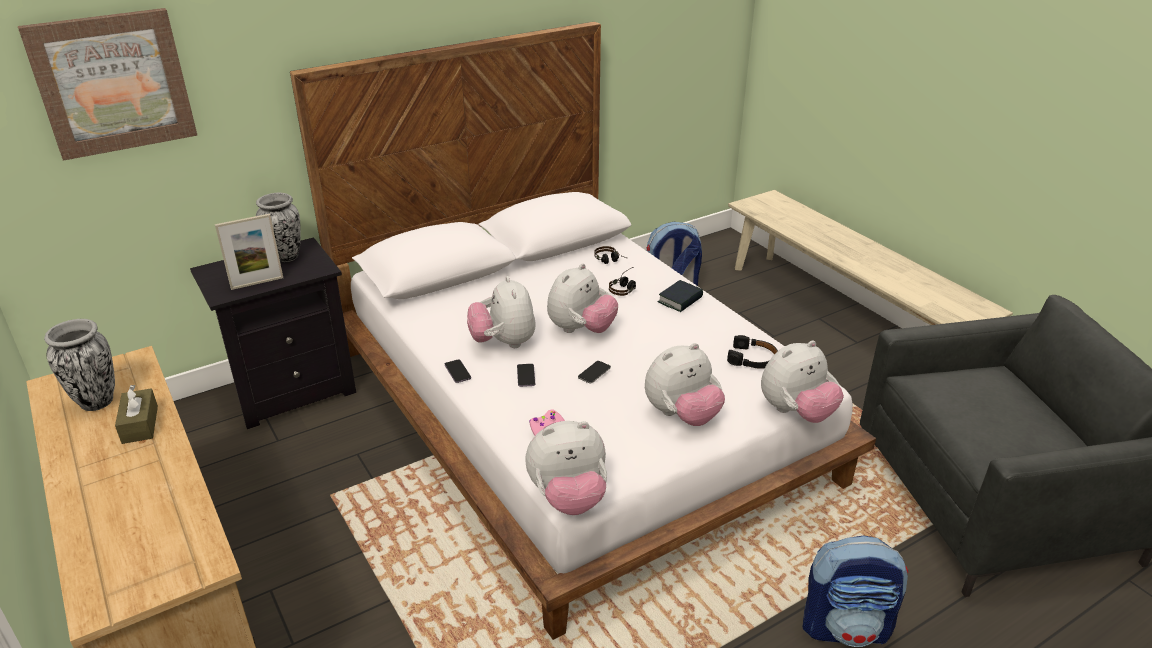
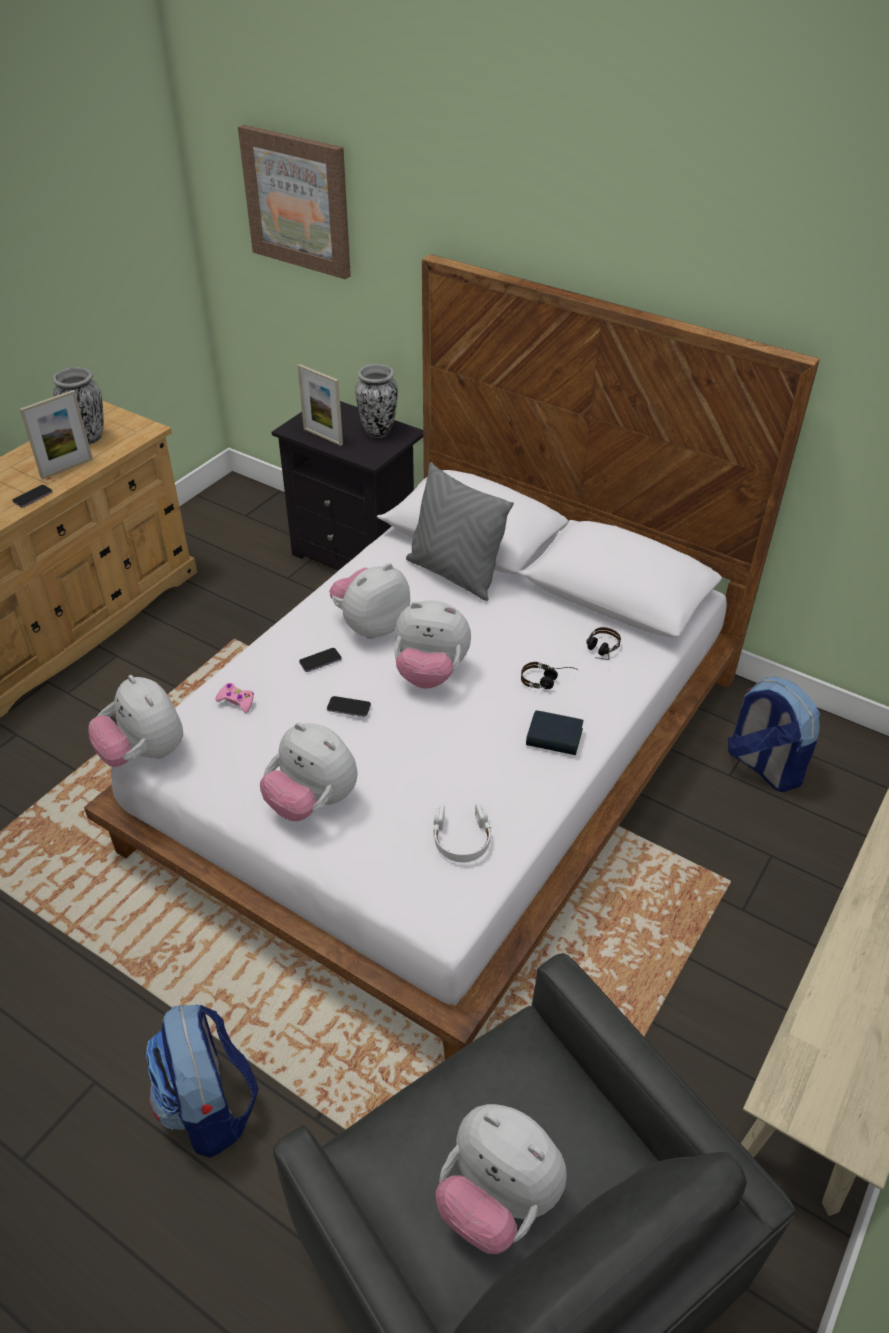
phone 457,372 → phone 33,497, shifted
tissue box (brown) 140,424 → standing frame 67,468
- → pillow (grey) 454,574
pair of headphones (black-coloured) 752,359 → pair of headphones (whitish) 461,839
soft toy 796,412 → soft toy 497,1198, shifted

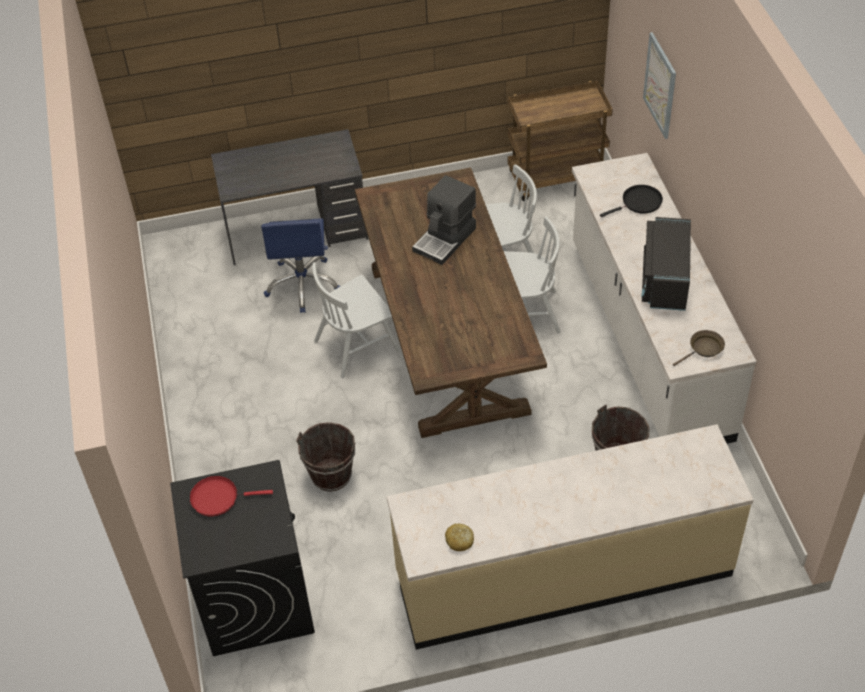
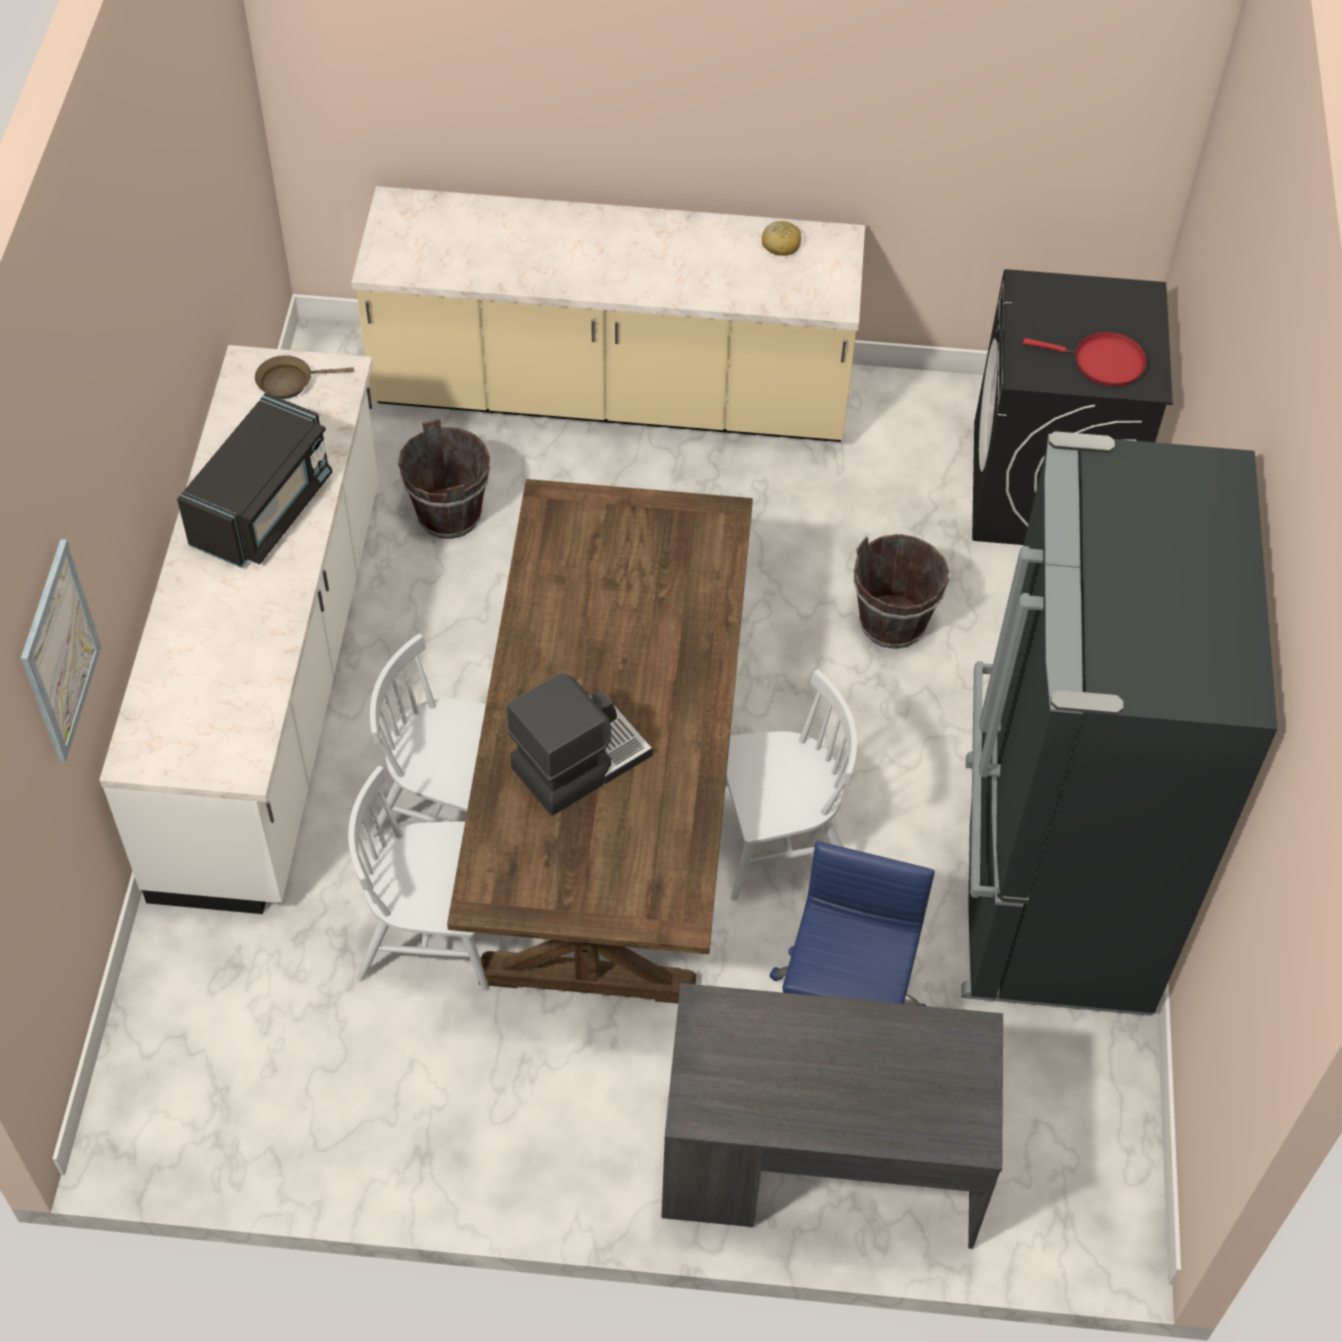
- → kitchen fridge (black-coloured) 1049,883
cart (brown) 556,177 → -
skillet (black-coloured) 639,203 → -

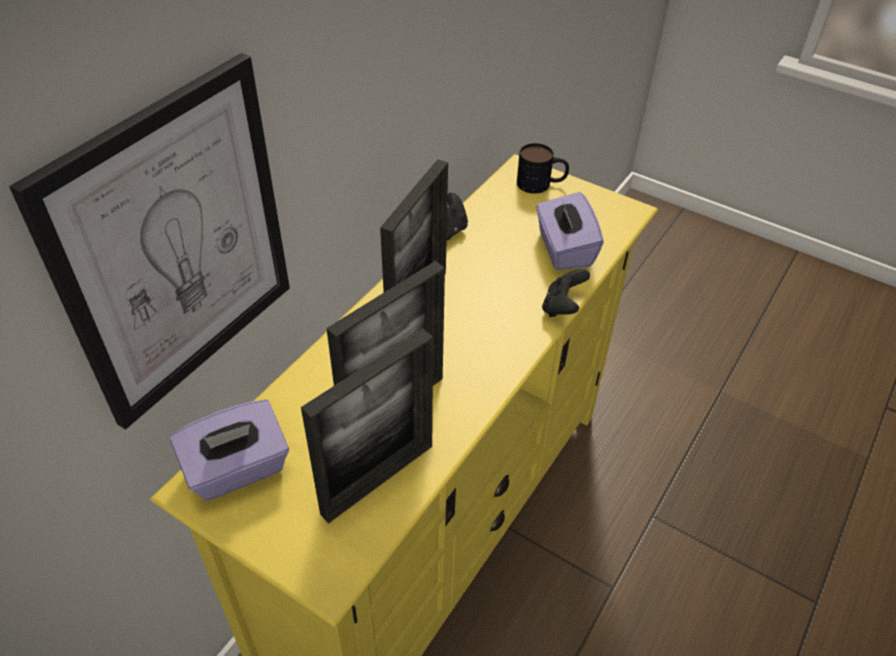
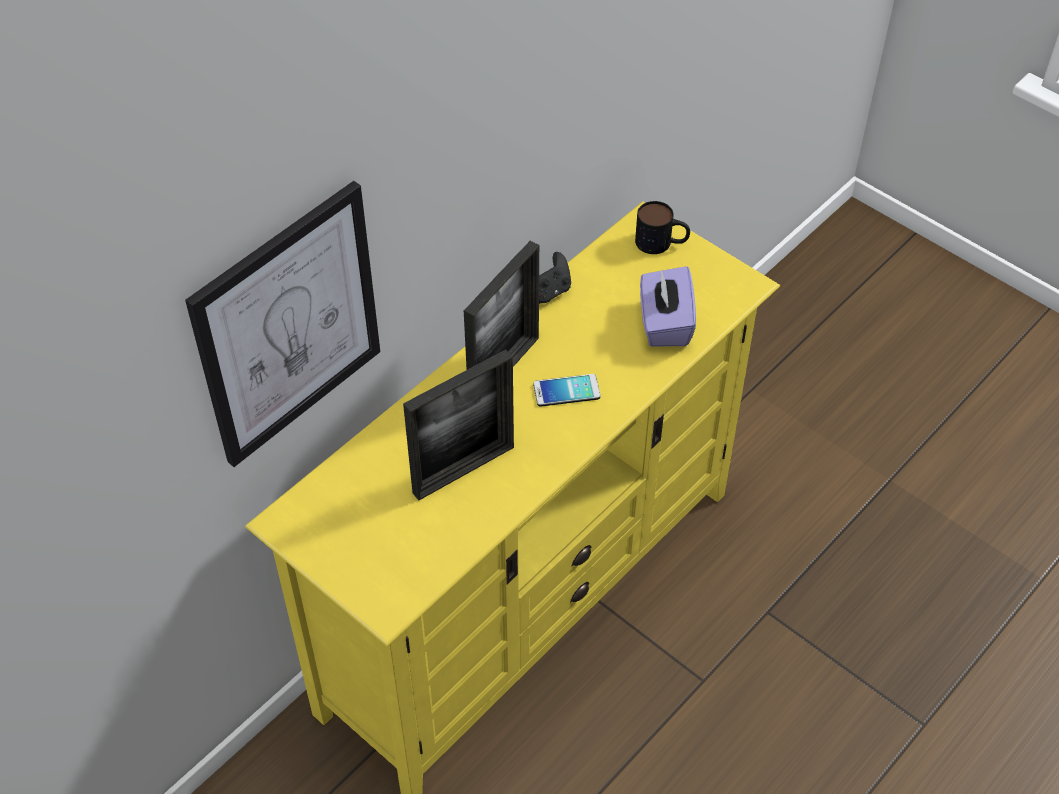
- → phone 566,391
tissue box (purple) 238,470 → -
standing frame 378,479 → -
gamepad (black-coloured) 562,307 → -

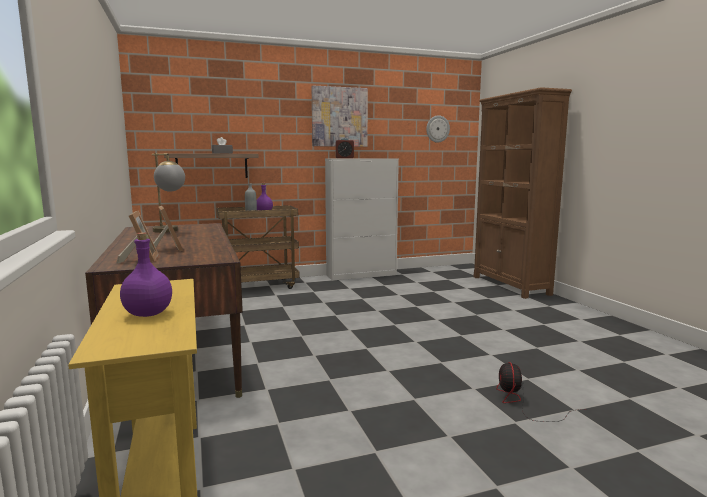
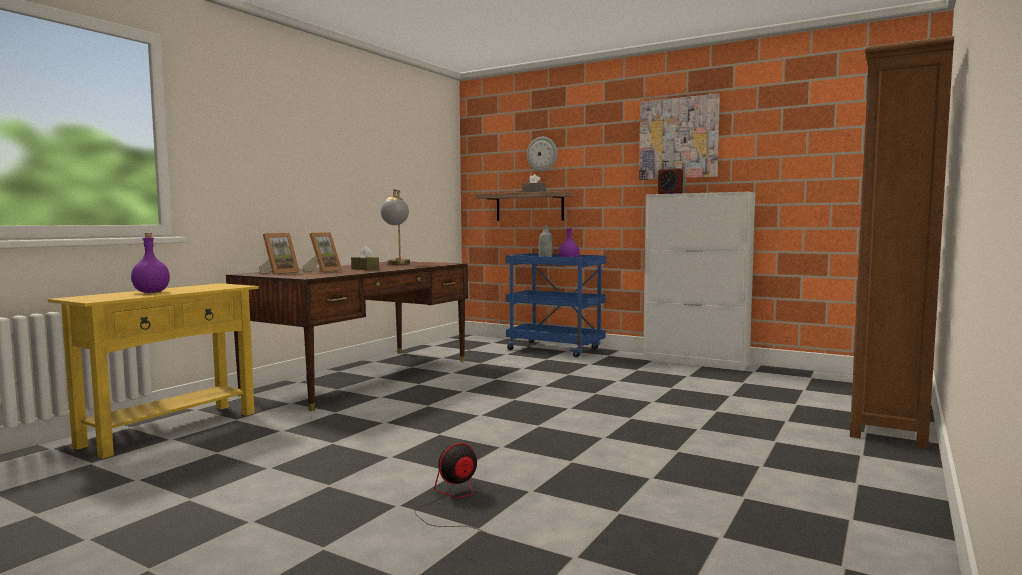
- → tissue box (brown) 365,269
cart (brown) 260,286 → cart (blue) 556,349
clock on the wall 437,129 → clock on the wall 542,154, shifted

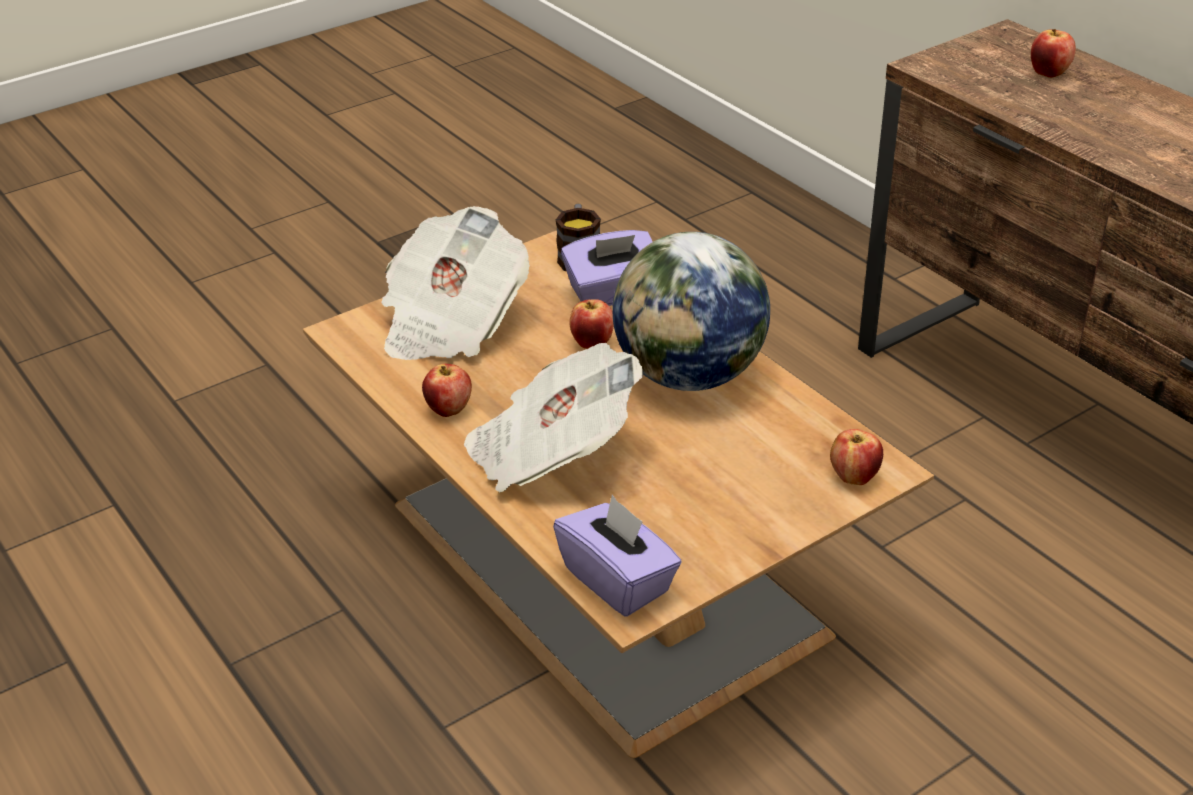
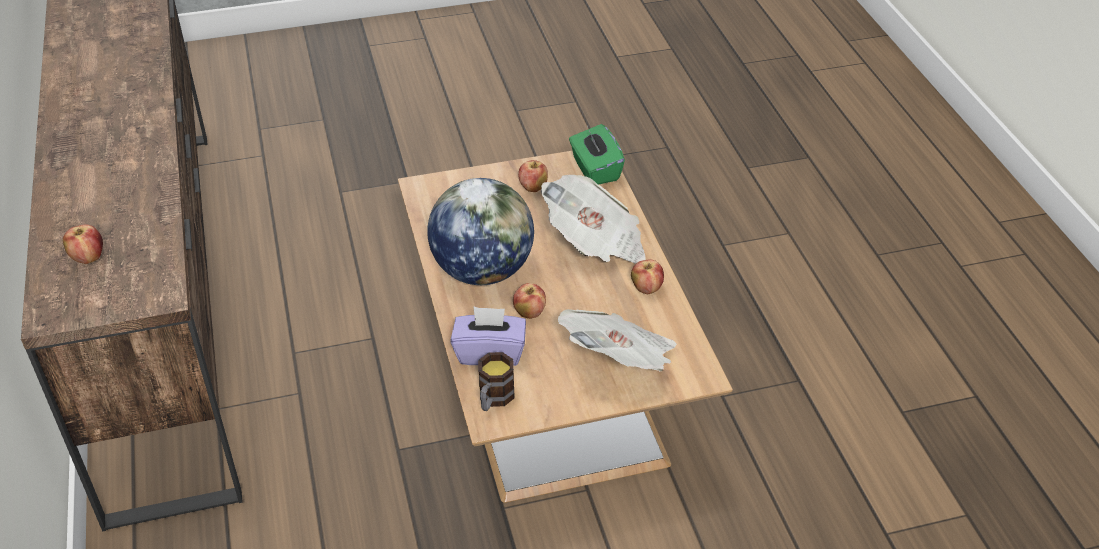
whole apple 854,477 → whole apple 533,188, shifted
tissue box (purple) 618,580 → tissue box (green) 595,170

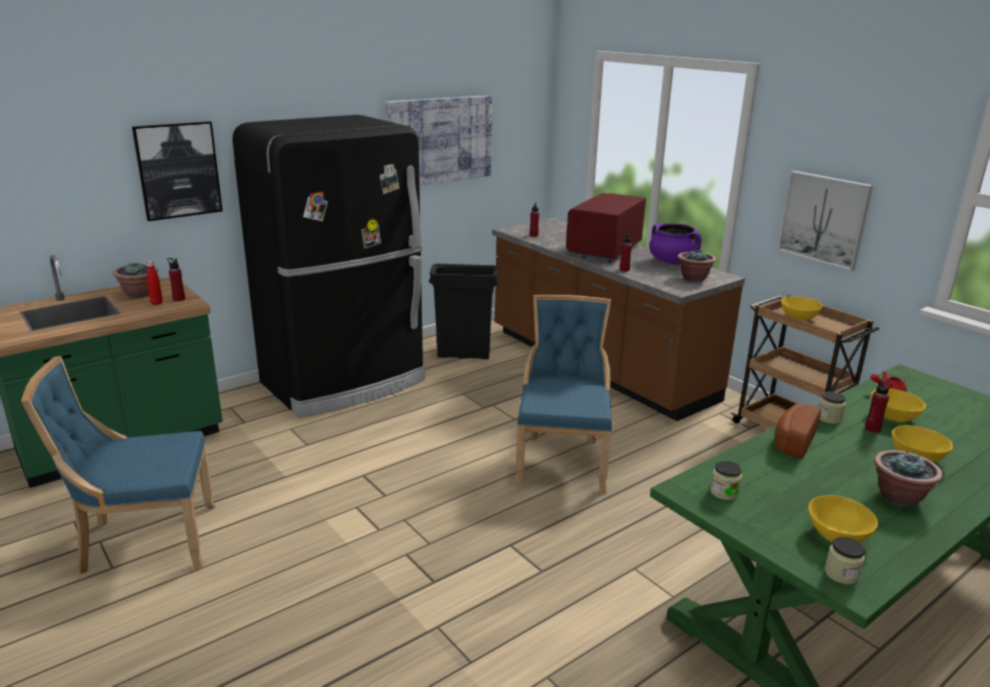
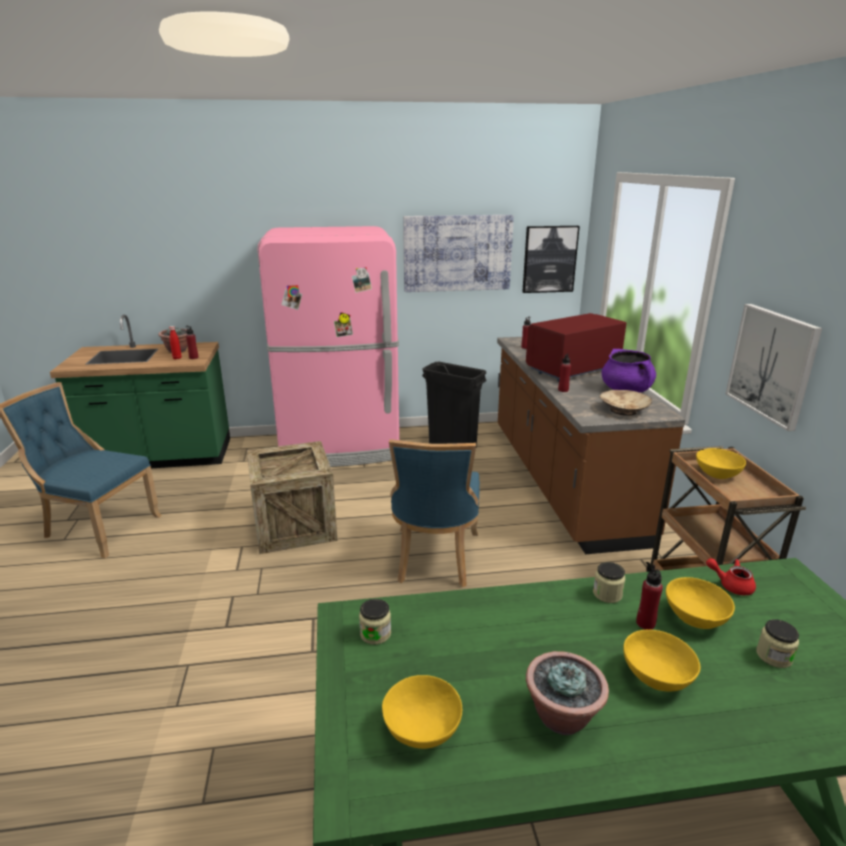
- → shipping crate 294,526
kitchen fridge (black-coloured) 345,382 → kitchen fridge (pink-coloured) 340,447
upright chair (blue) 562,461 → upright chair (blue) 435,559, 150 degrees clockwise
picture 178,170 → picture 549,259, shifted
houseplant 693,279 → serving bowl (beige) 623,410
preserve jar 841,574 → preserve jar 774,656, shifted
baked bread 792,441 → -

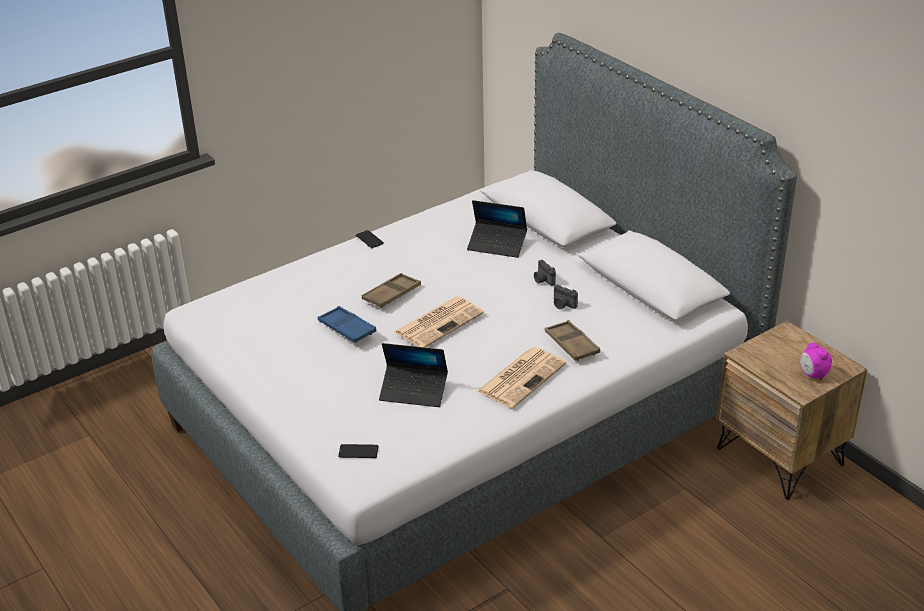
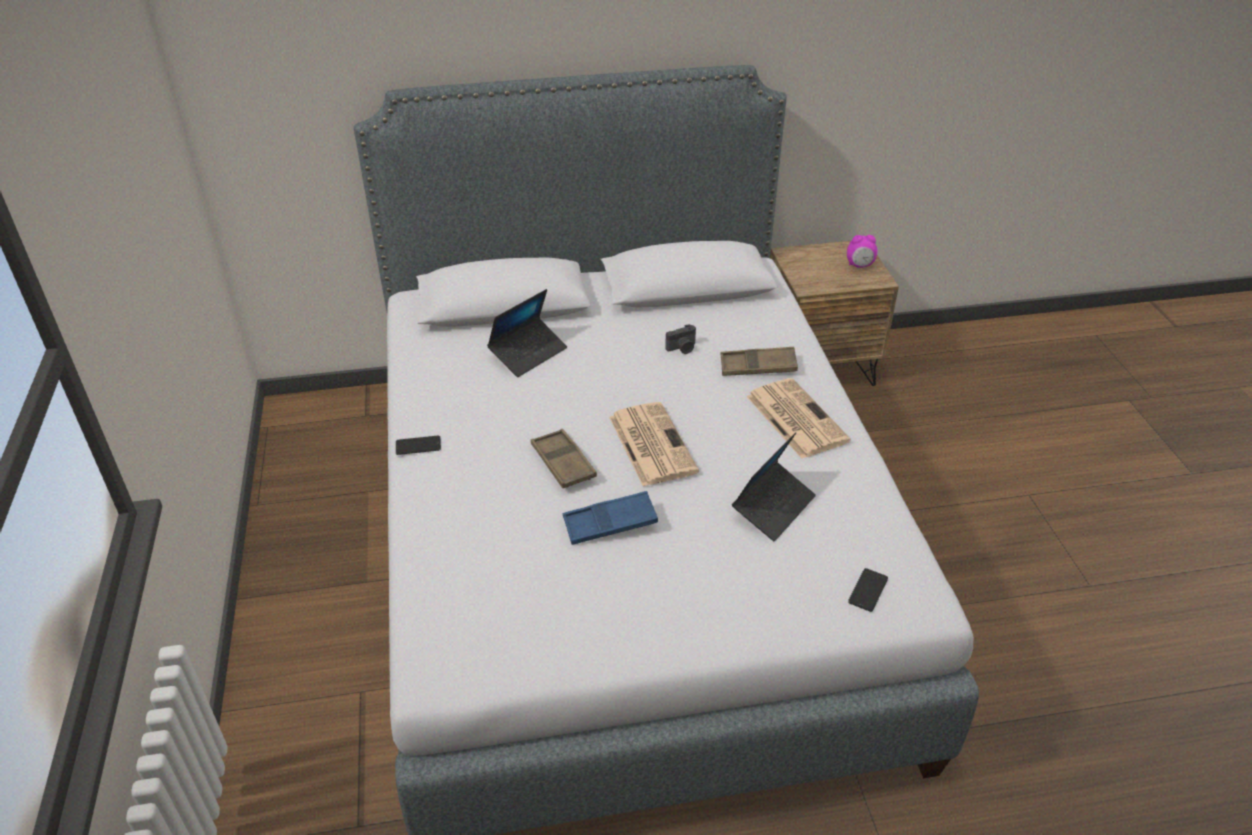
still camera 543,280 → -

